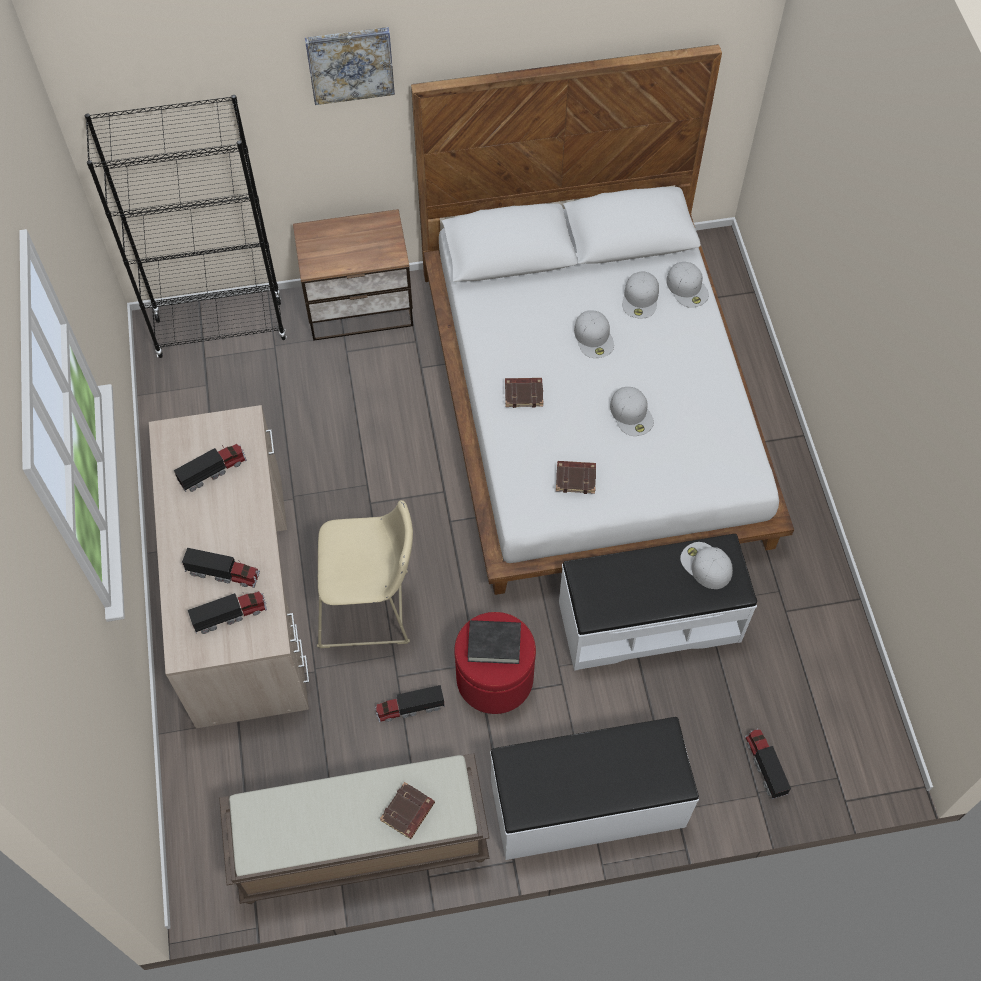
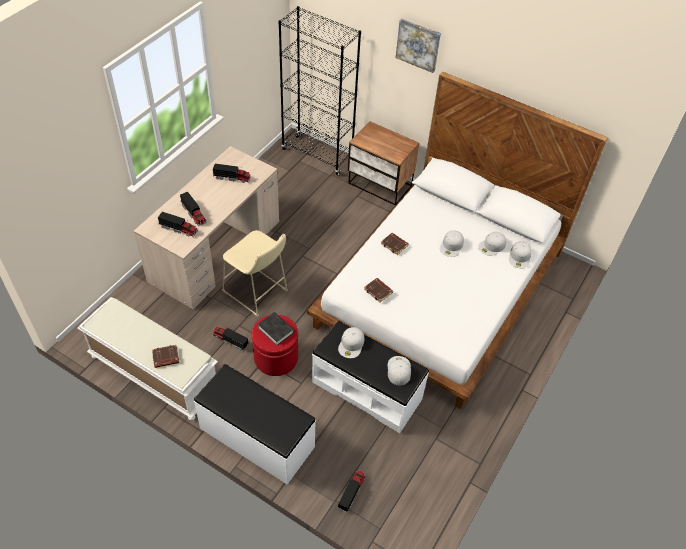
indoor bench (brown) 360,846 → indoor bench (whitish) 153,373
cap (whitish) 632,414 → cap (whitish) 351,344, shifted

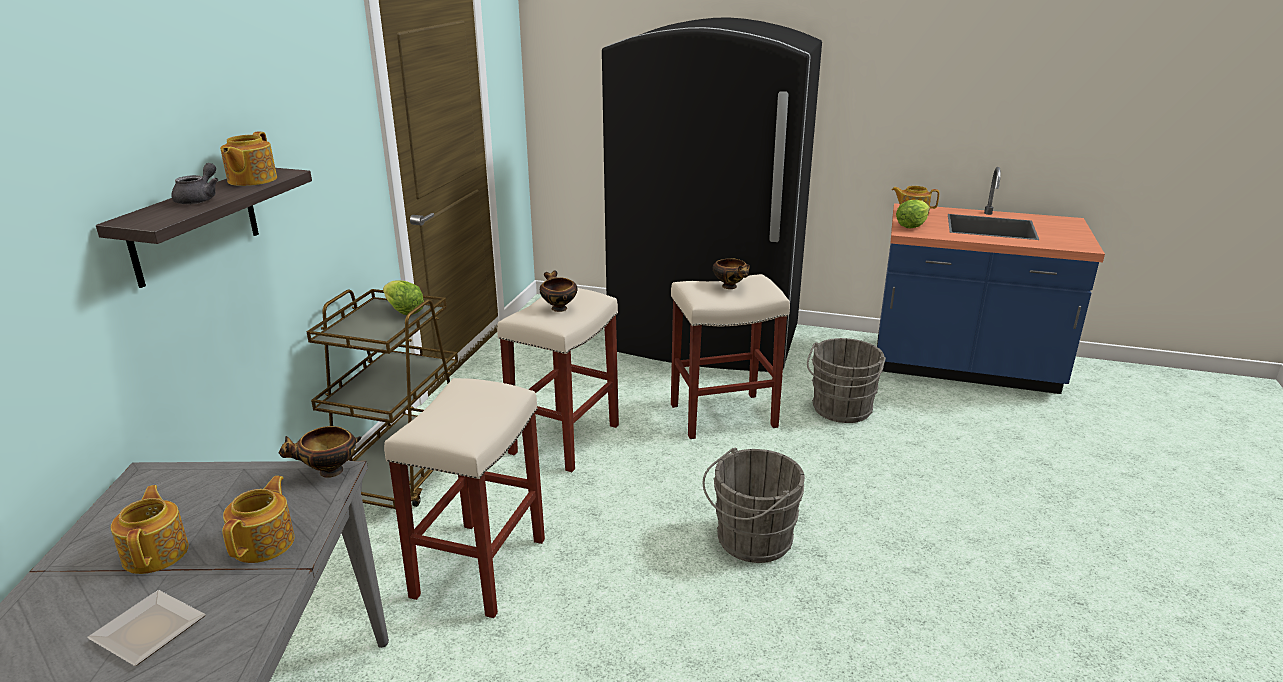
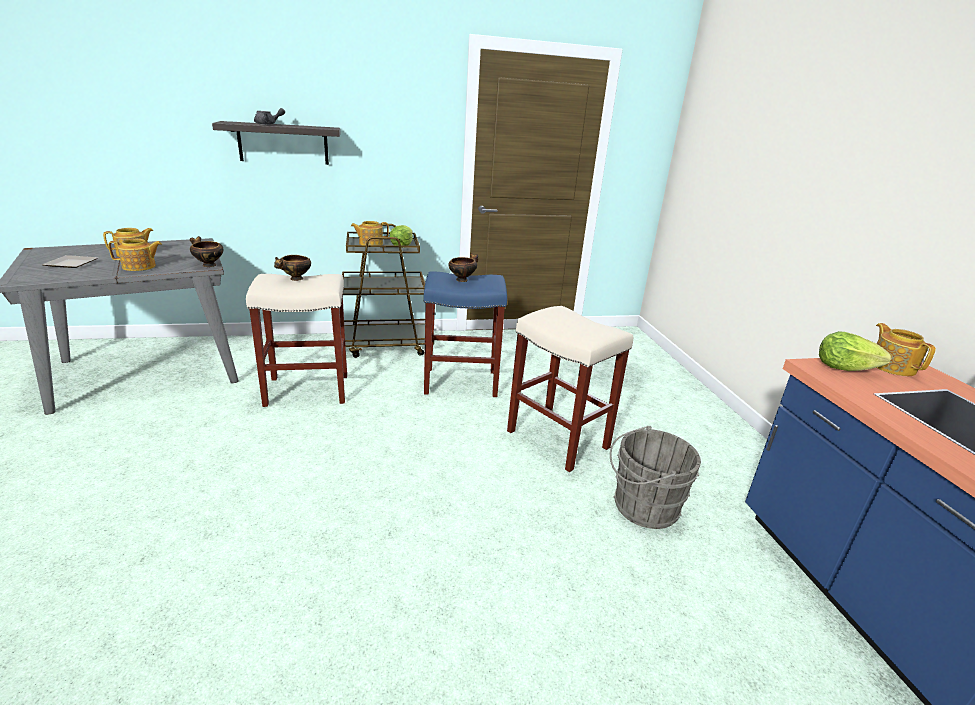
serving bowl 730,287 → serving bowl 295,279, shifted
pot for tea 251,180 → pot for tea 370,243, shifted
sitting stool (beige) 565,438 → sitting stool (blue) 462,382
kitchen fridge (black-coloured) 705,340 → -
water bucket (grey) 750,541 → -

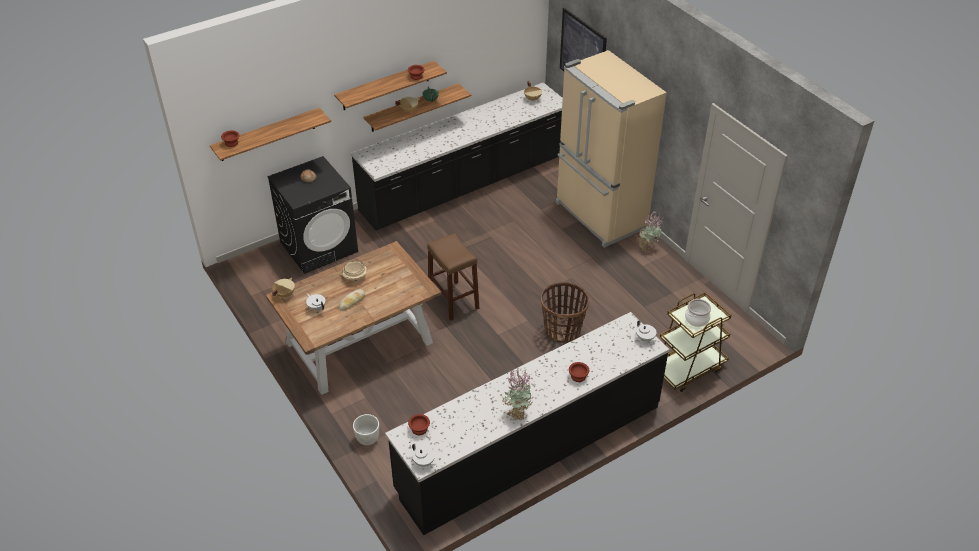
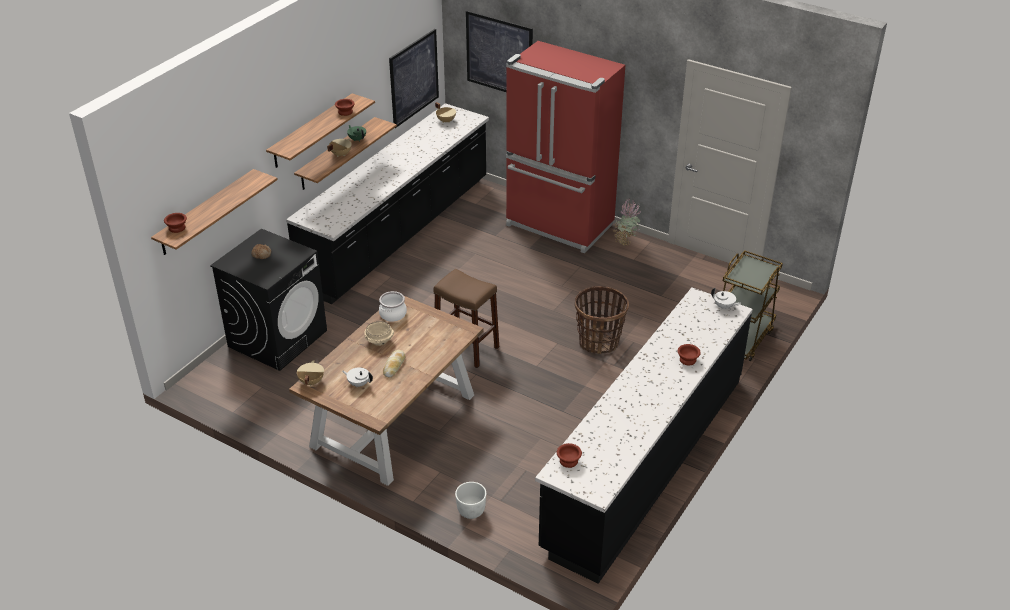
cooking pot 697,319 → cooking pot 393,314, shifted
- → picture 414,78
kitchen fridge (beige) 599,216 → kitchen fridge (red-coloured) 559,226
pot for tea (whitish) 424,462 → -
houseplant 517,412 → -

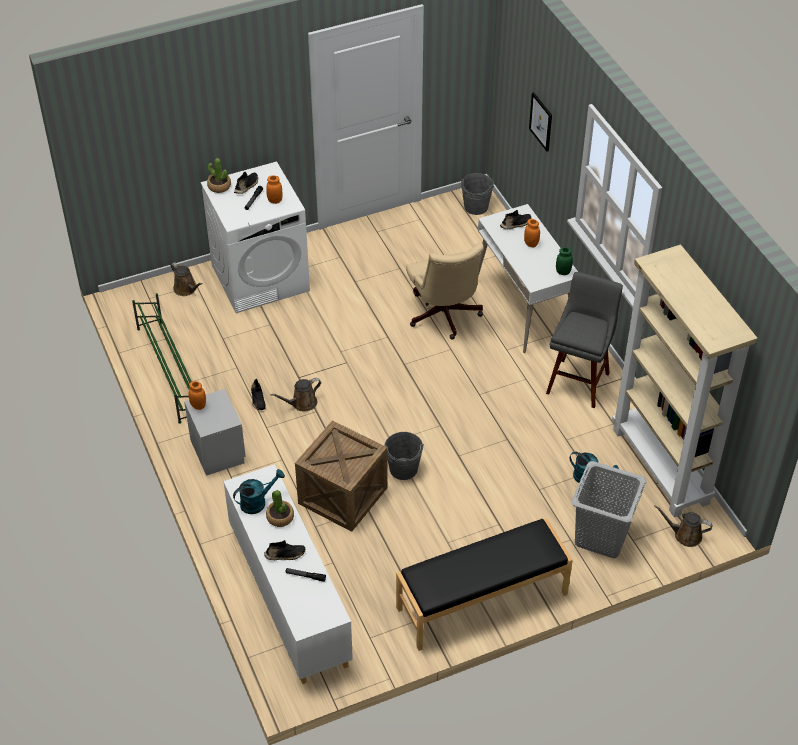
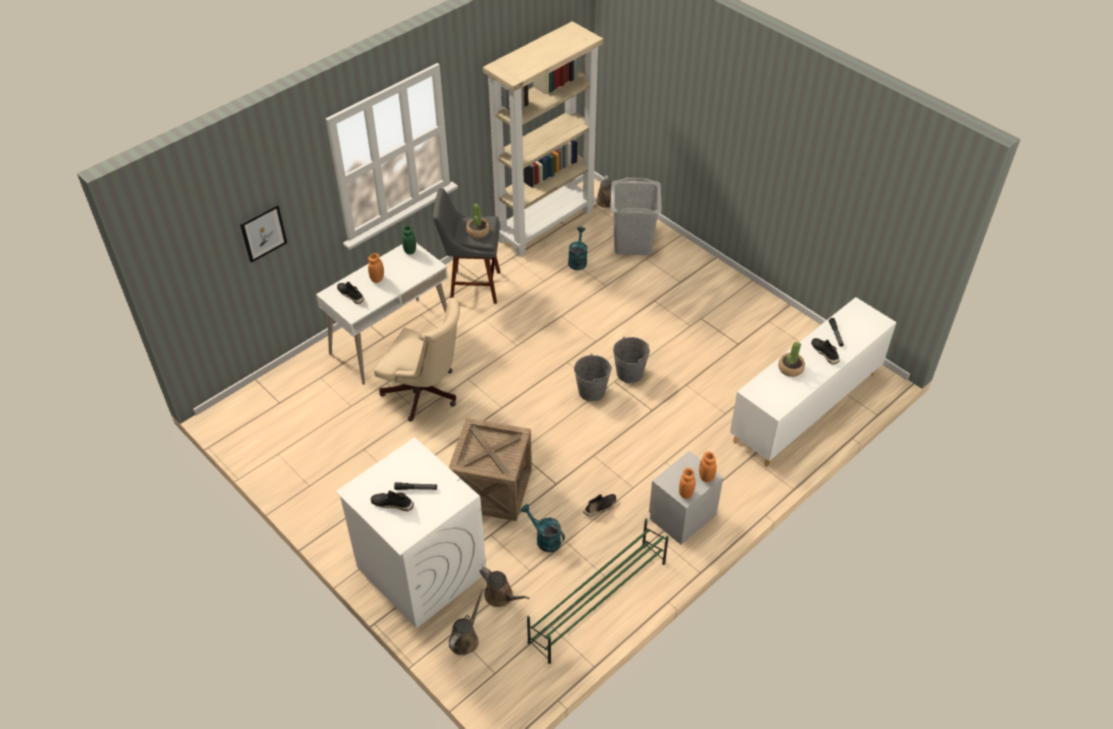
office chair (beige) 444,317 → office chair (beige) 425,394, 60 degrees clockwise
shipping crate 342,495 → shipping crate 492,489, shifted
houseplant 219,186 → houseplant 478,232, shifted
watering can (brown) 302,403 → watering can (brown) 501,596, shifted
watering can (turquoise) 257,502 → watering can (turquoise) 544,539, shifted
water bucket (grey) 476,207 → water bucket (grey) 591,391, shifted
preserve jar (orange) 275,200 → preserve jar (orange) 706,477, shifted
indoor bench (black-coloured) 482,601 → -

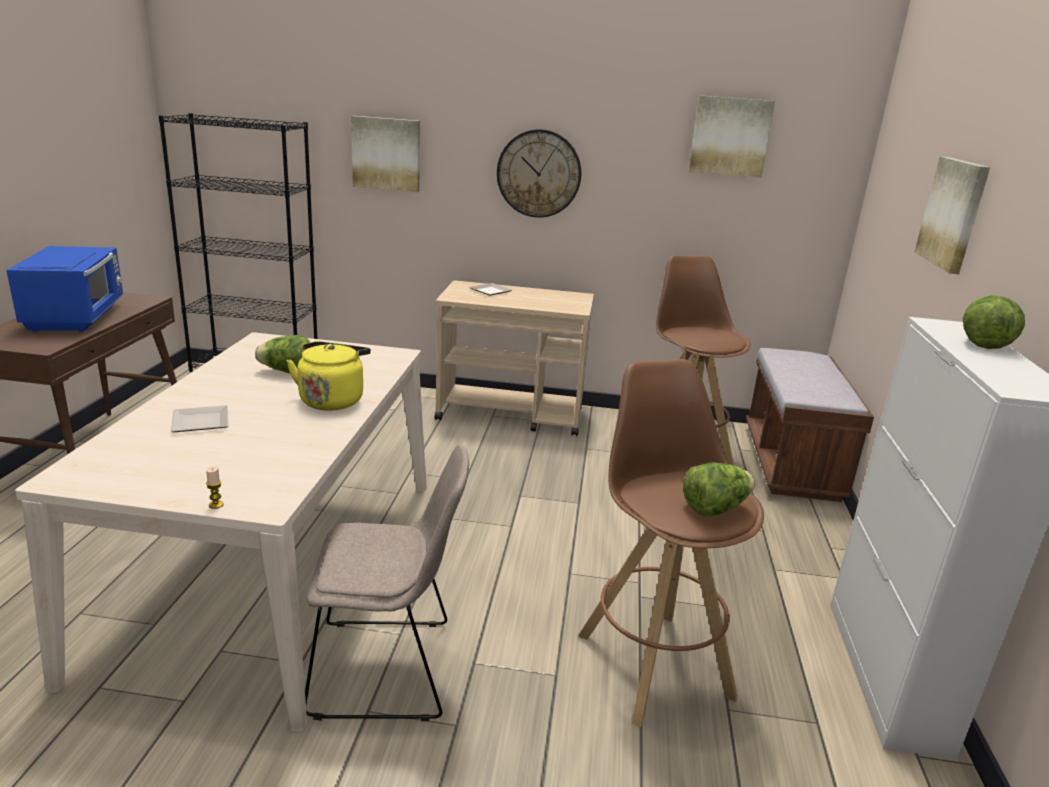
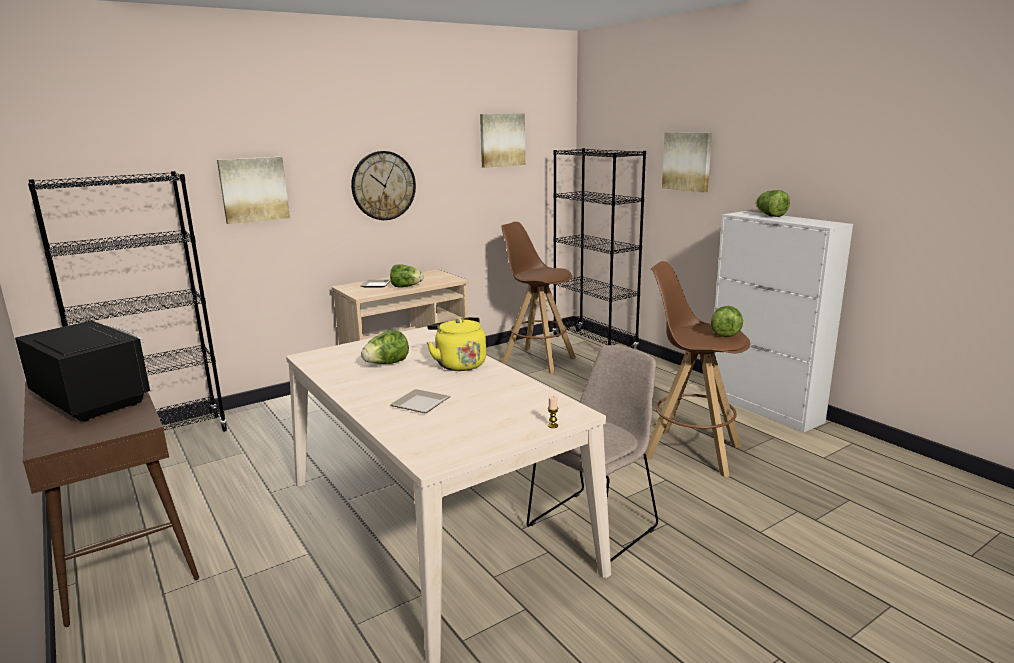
microwave (blue) 77,317 → microwave (black-coloured) 92,400
- → head of lettuce 406,287
indoor bench (brown) 791,463 → shelving unit (black-coloured) 594,344

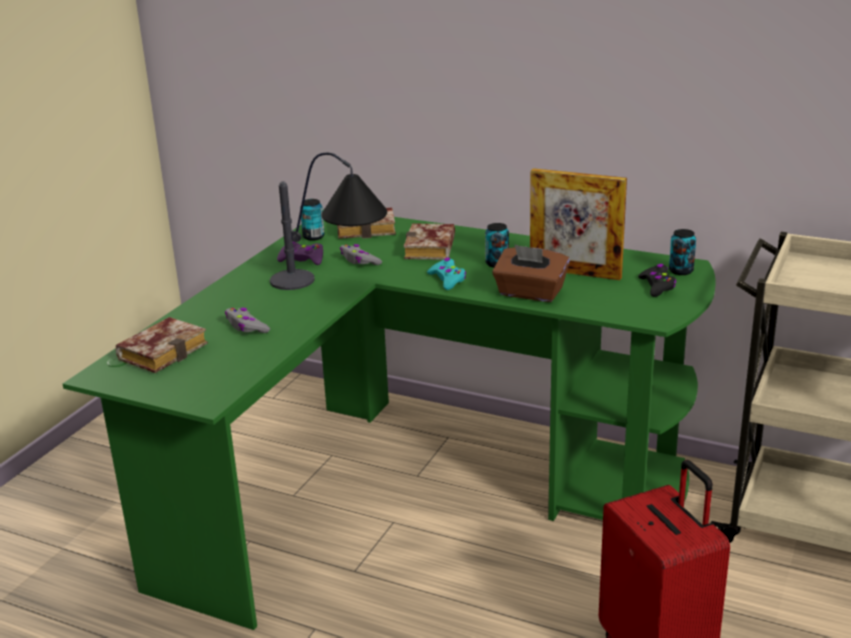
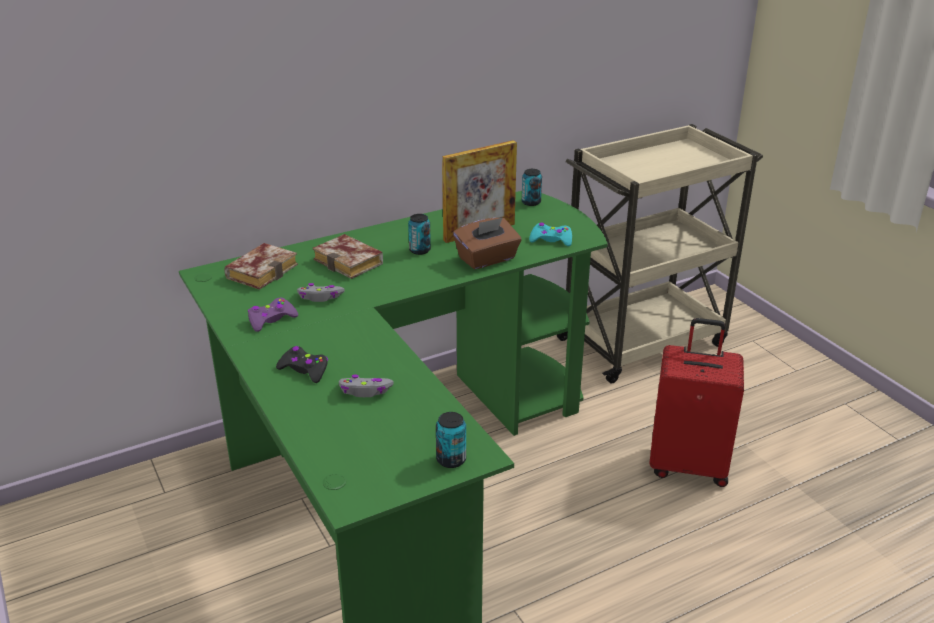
gamepad (black-coloured) 657,286 → gamepad (black-coloured) 304,370, shifted
sealed can 313,237 → sealed can 451,460, shifted
gamepad (turquoise) 447,279 → gamepad (turquoise) 551,240, shifted
volume 164,350 → -
lamp for a table 334,285 → -

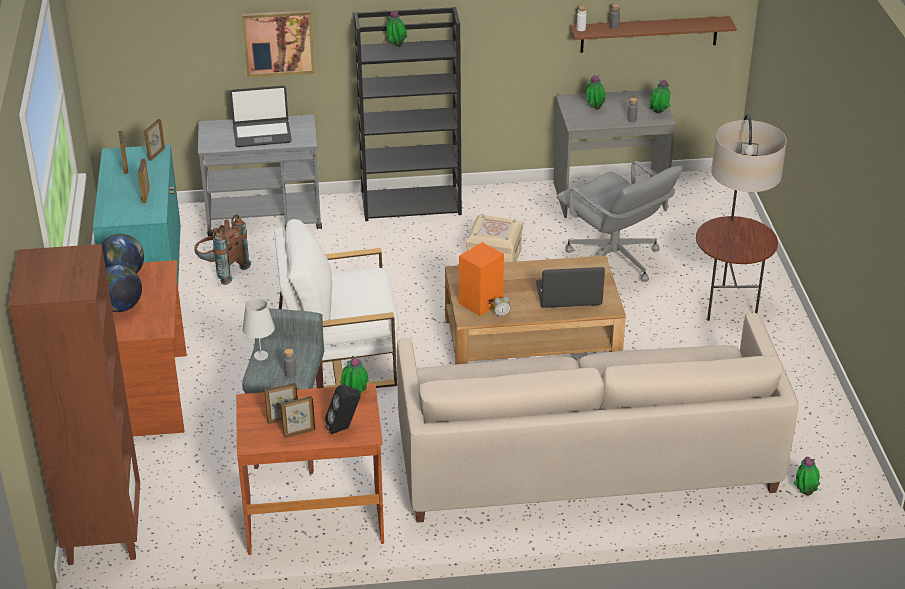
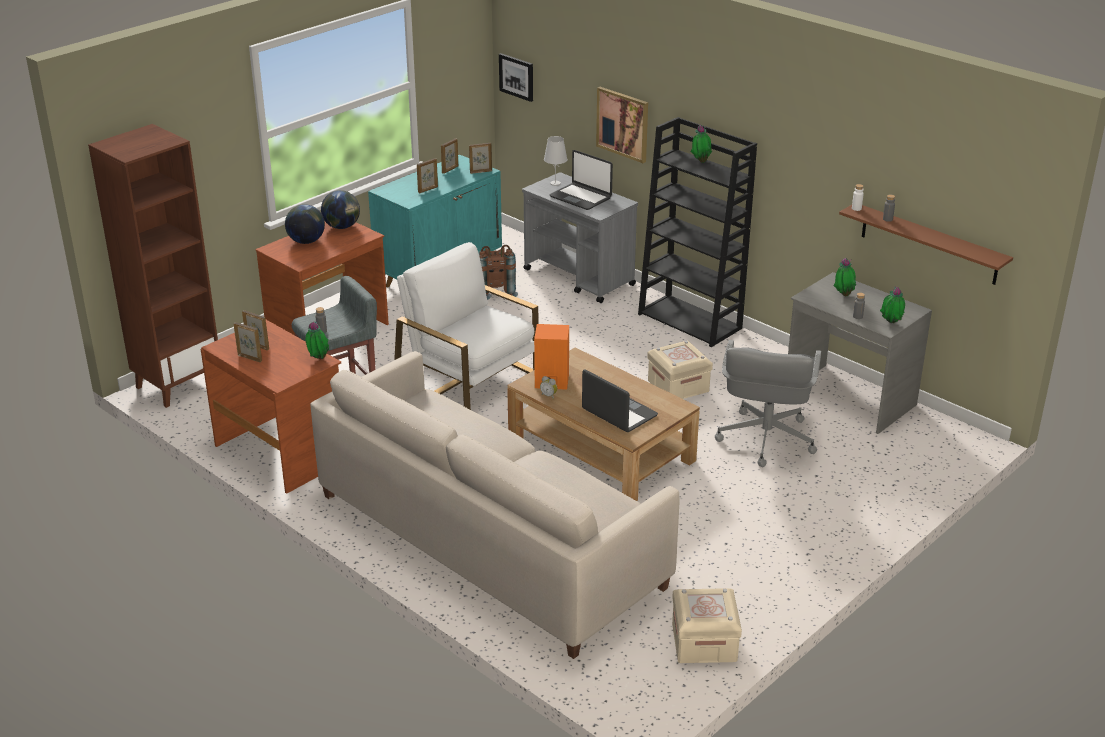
- → picture 517,77
lamp for a table (whitish) 261,356 → lamp for a table (whitish) 555,183, shifted
- → storage bin (beige) 704,643
speaker (black-coloured) 344,428 → -
standard lamp 728,305 → -
houseplant 805,492 → -

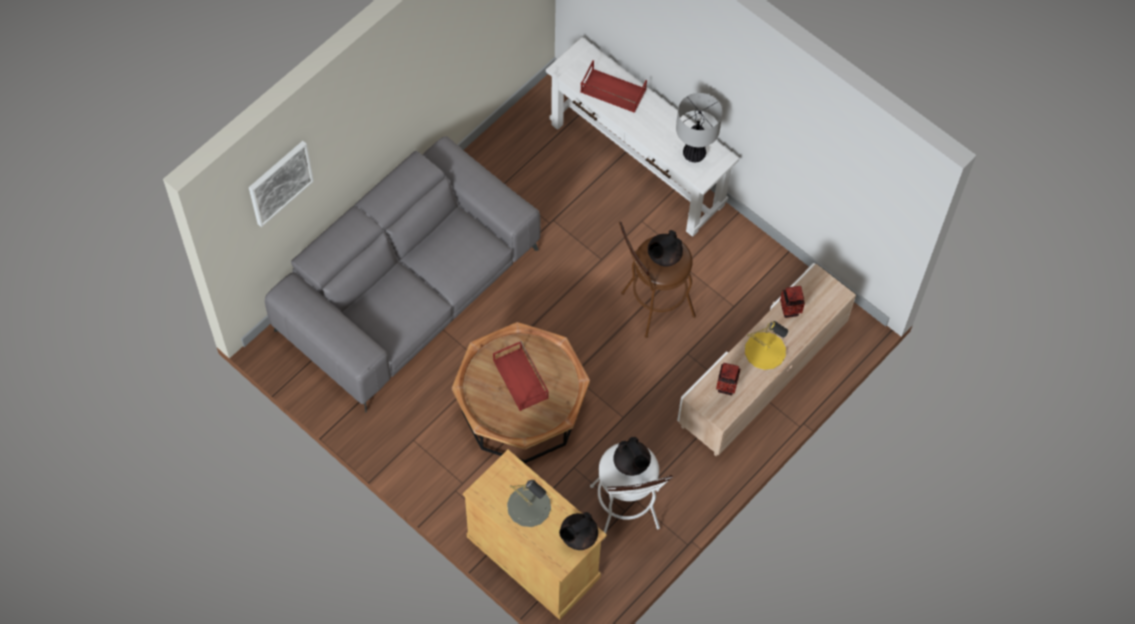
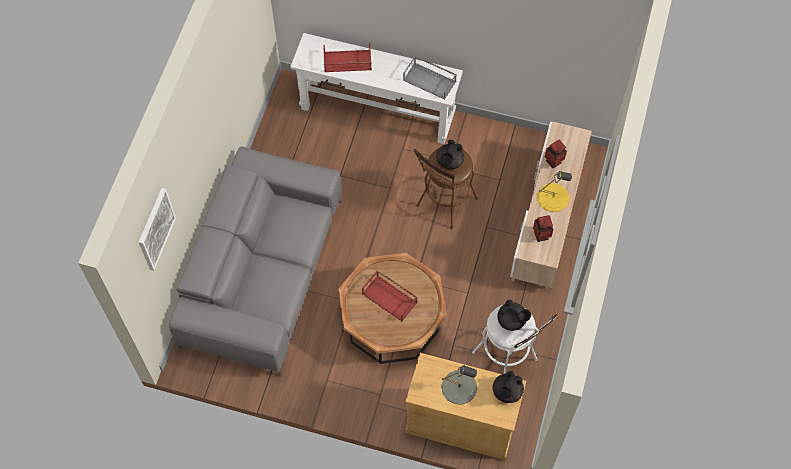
lamp for a table 694,154 → serving tray (grey) 430,81

